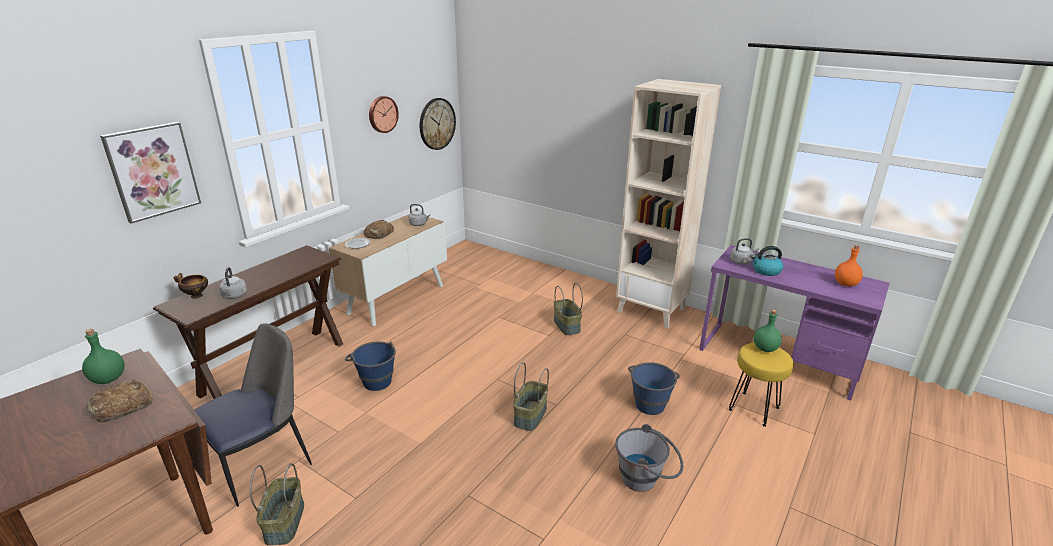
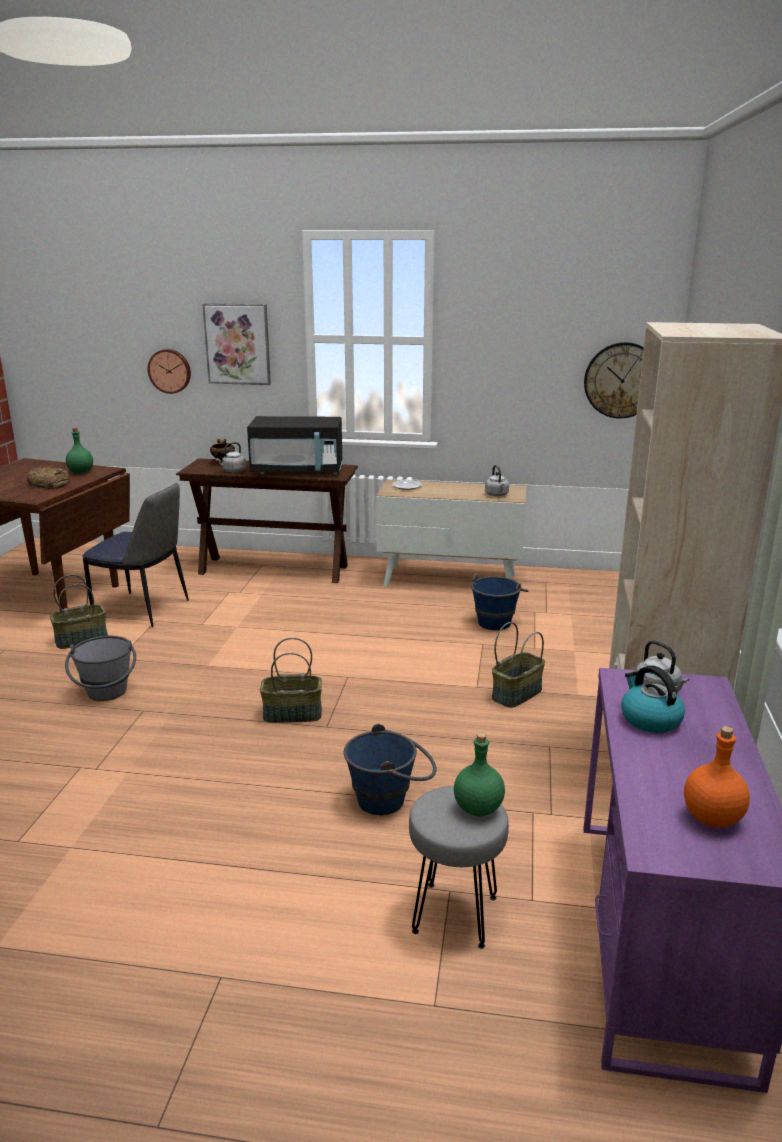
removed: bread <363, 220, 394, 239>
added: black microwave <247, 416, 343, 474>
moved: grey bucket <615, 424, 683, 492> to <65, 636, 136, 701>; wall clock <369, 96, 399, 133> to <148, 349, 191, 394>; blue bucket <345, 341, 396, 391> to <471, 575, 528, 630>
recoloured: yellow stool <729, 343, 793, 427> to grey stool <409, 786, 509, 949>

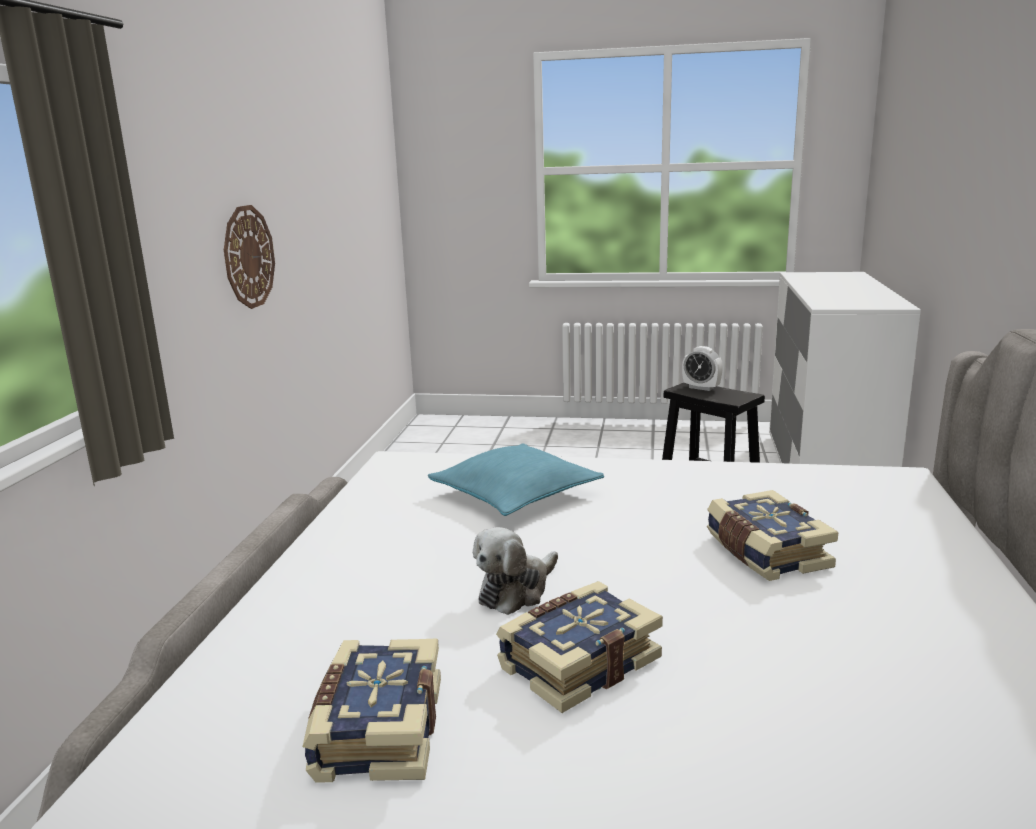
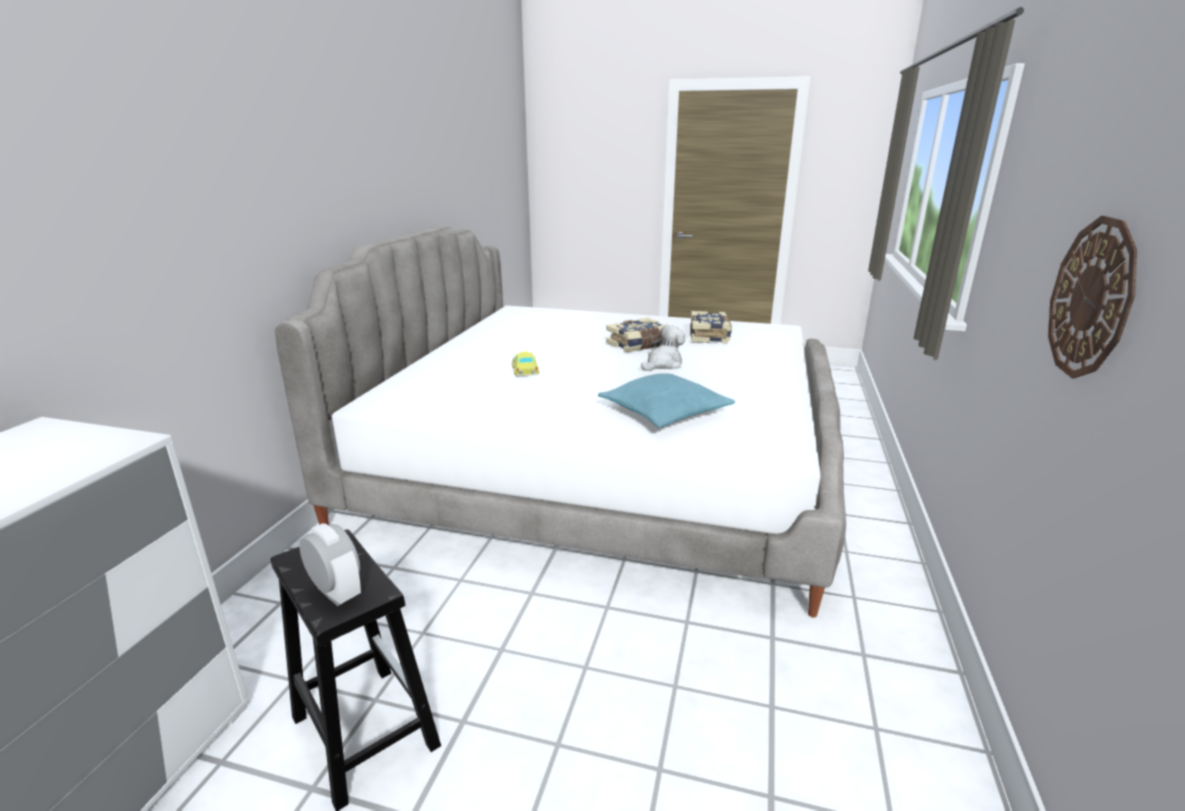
replaced: book <707, 490, 838, 581> to toy car <512, 352, 539, 376>

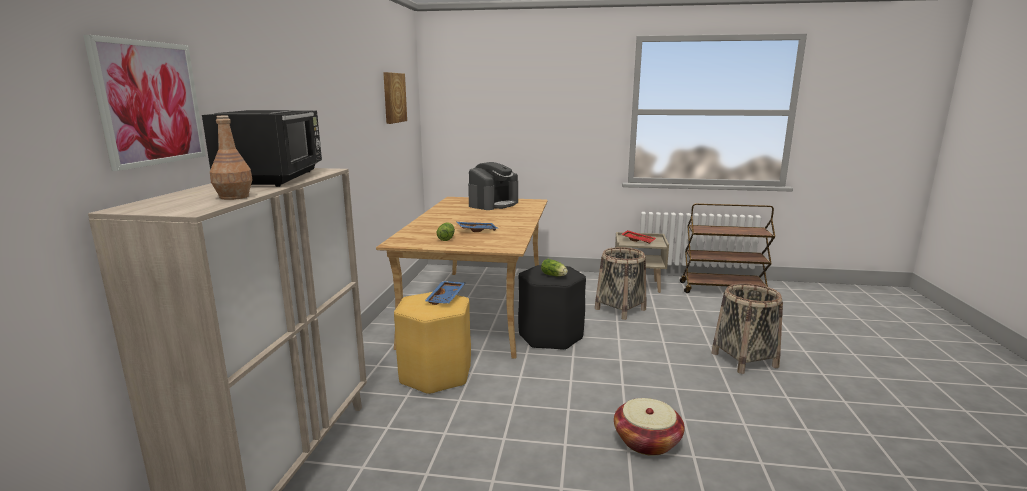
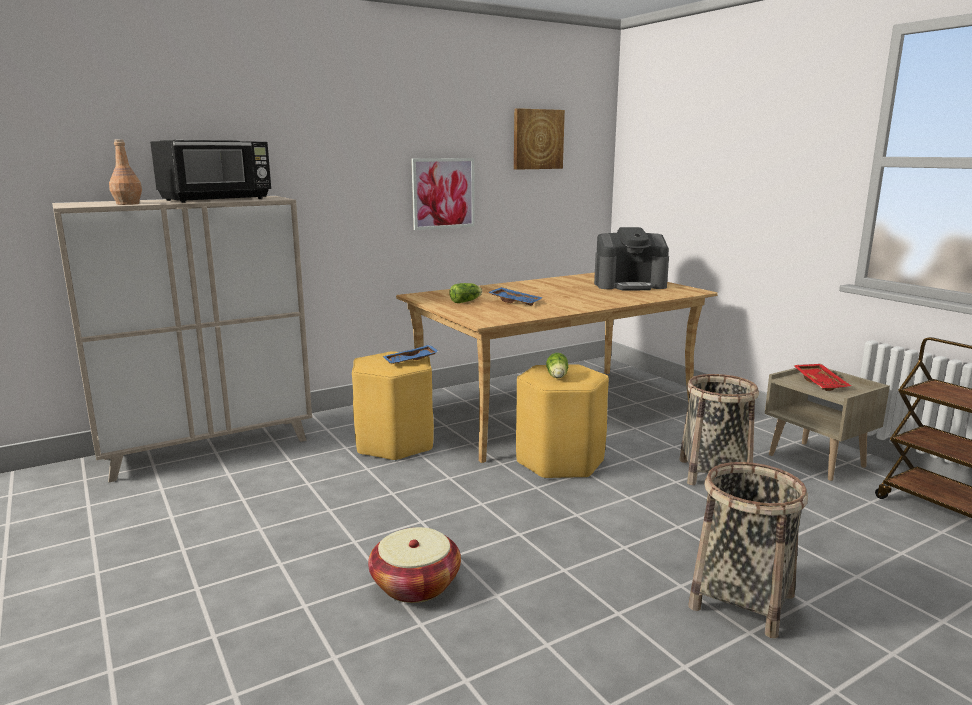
moved: picture <83, 35, 206, 171> to <411, 158, 475, 230>
recoloured: black stool <518, 265, 586, 350> to yellow stool <516, 364, 609, 479>

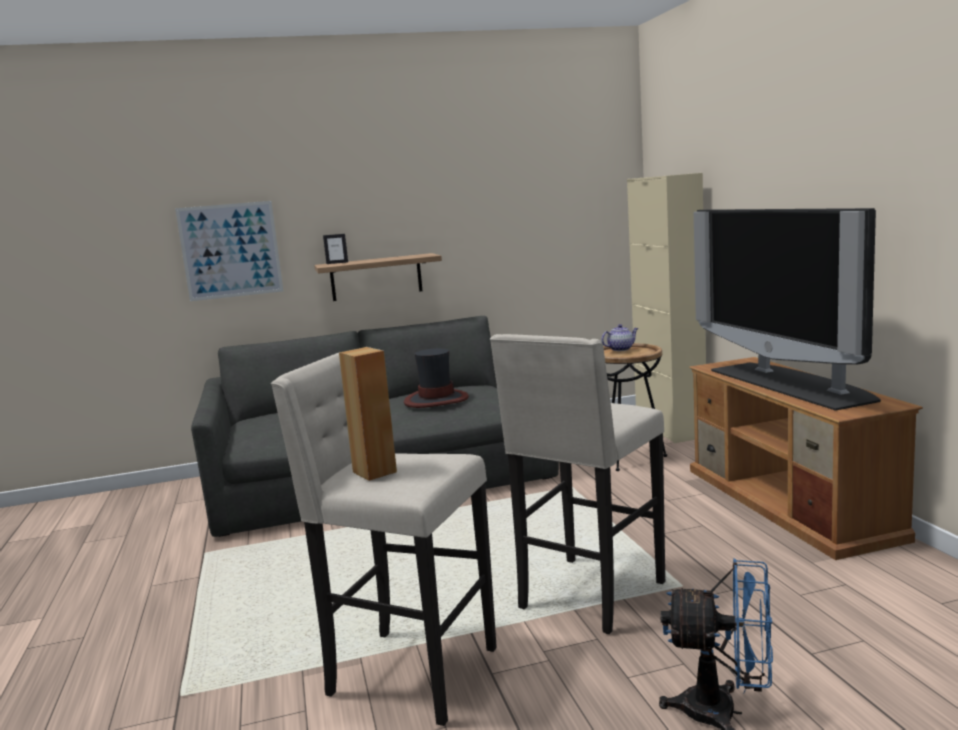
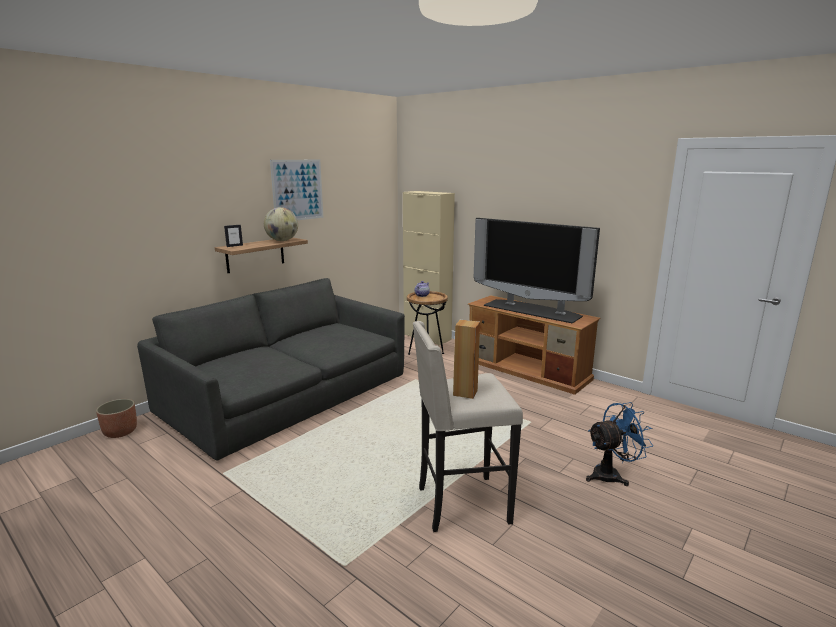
removed: hat <404, 348, 469, 408>; beige stool <490, 334, 665, 634>
added: planter <96, 399, 137, 438>; globe <264, 207, 298, 241>
moved: picture <175, 201, 283, 301> to <270, 160, 323, 220>

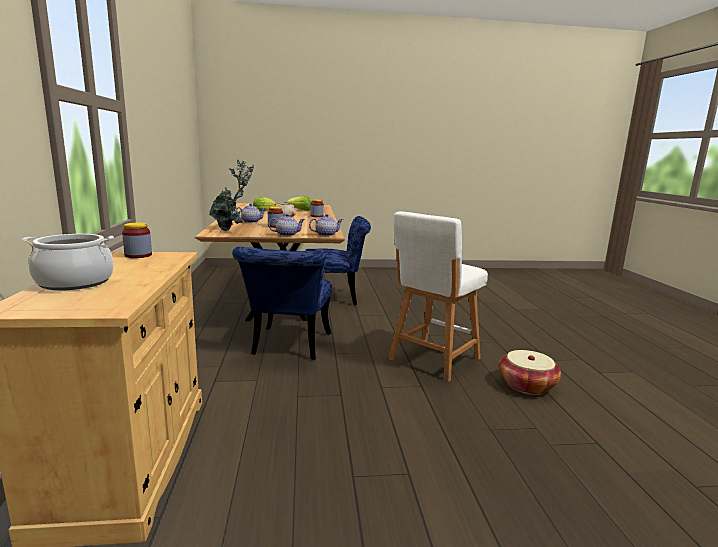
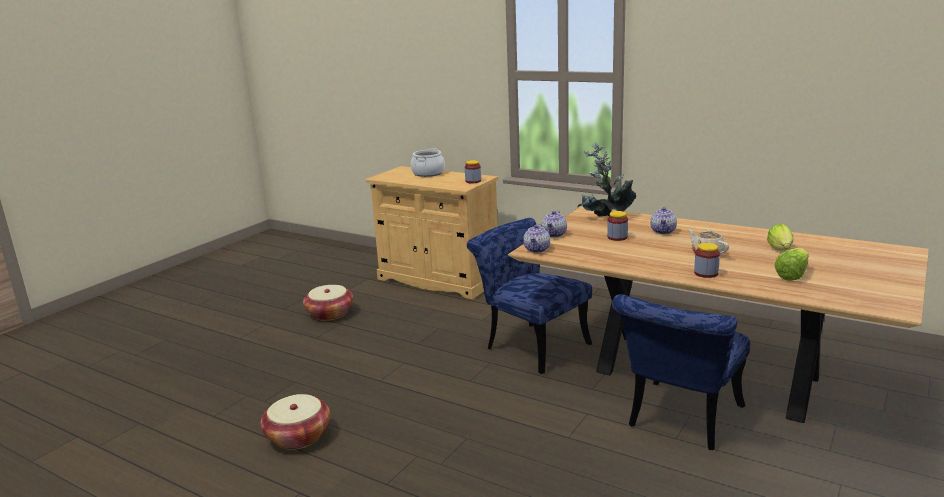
removed: white stool <389, 211, 488, 382>
added: basket <303, 285, 353, 321>

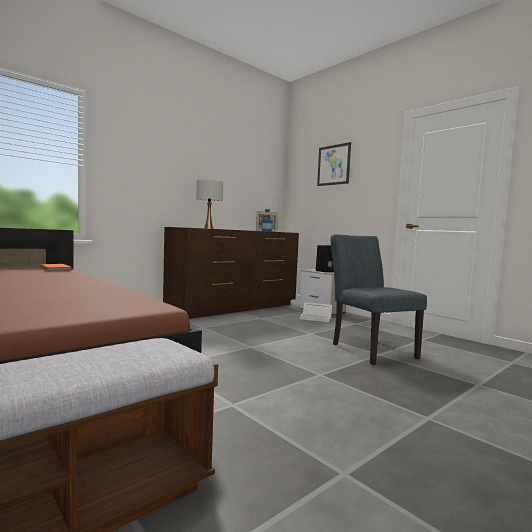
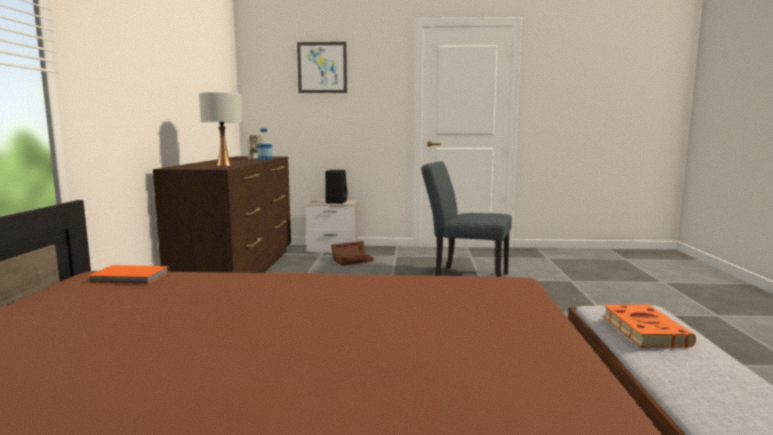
added: orange book <603, 304, 696, 348>
recoloured: white storage box <300, 302, 332, 322> to brown storage box <331, 241, 373, 266>

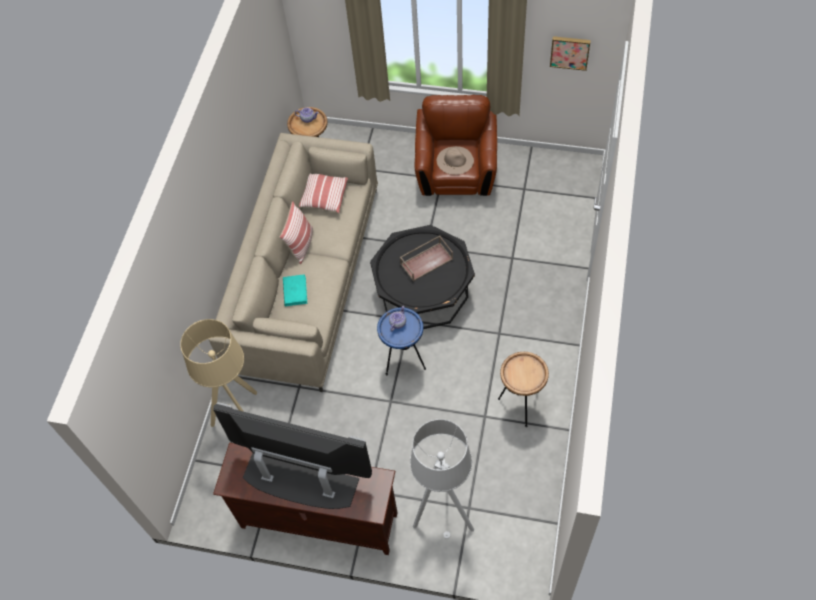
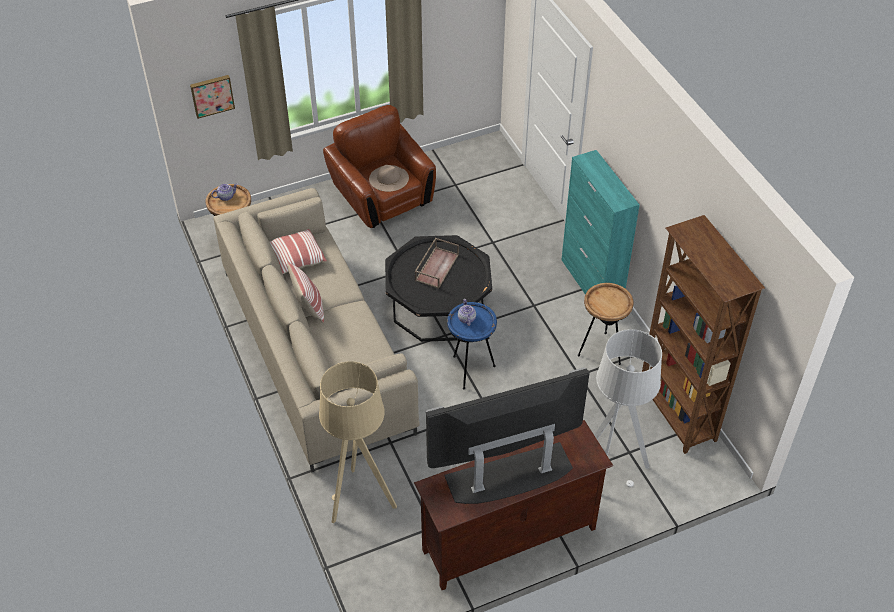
removed: turquoise book <283, 274, 307, 306>
added: turquoise cabinet <561, 150, 640, 294>; brown bookcase <642, 215, 765, 454>
moved: picture <550, 36, 591, 71> to <190, 75, 235, 119>

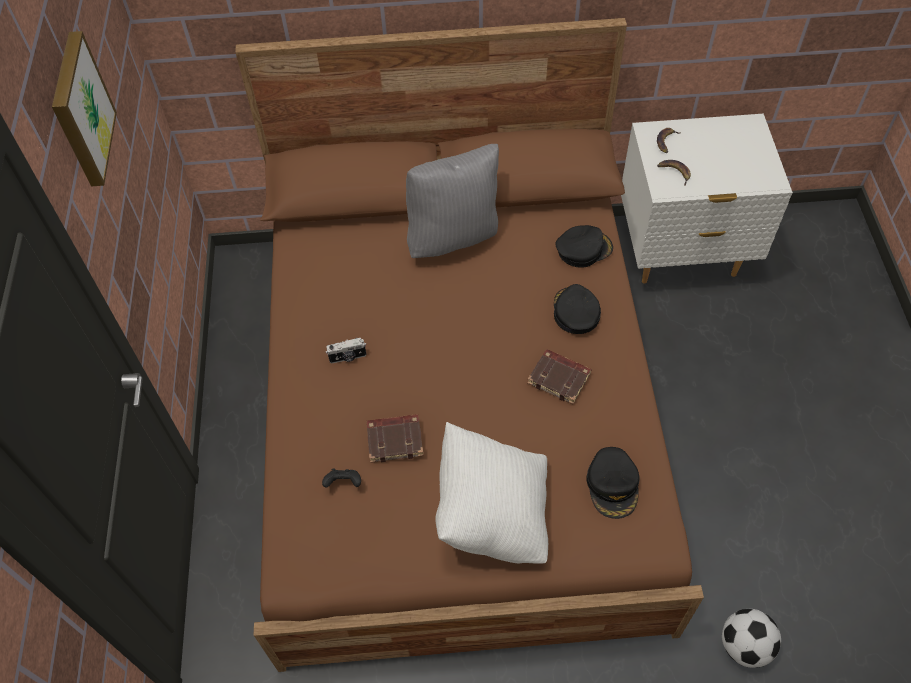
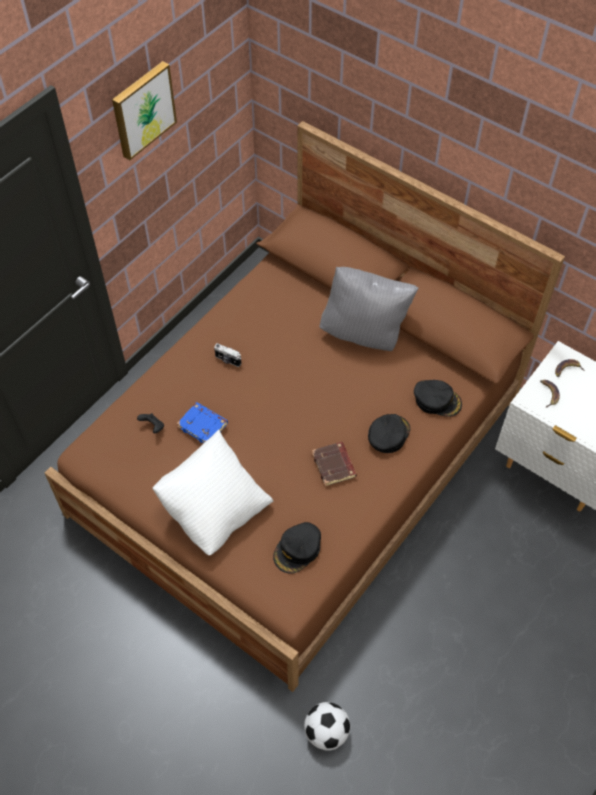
recoloured: brown book <367, 414, 424, 463> to blue book <177, 402, 228, 443>

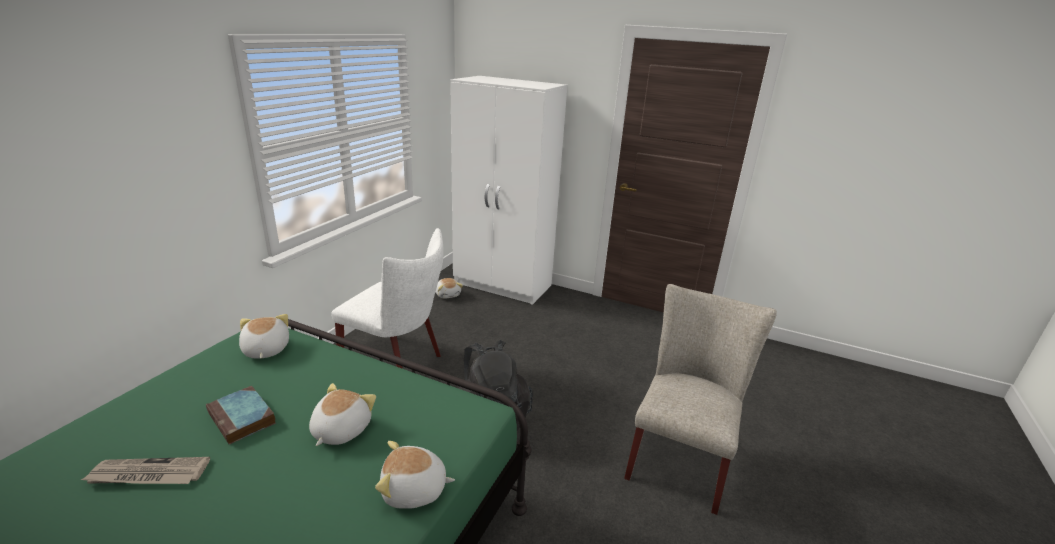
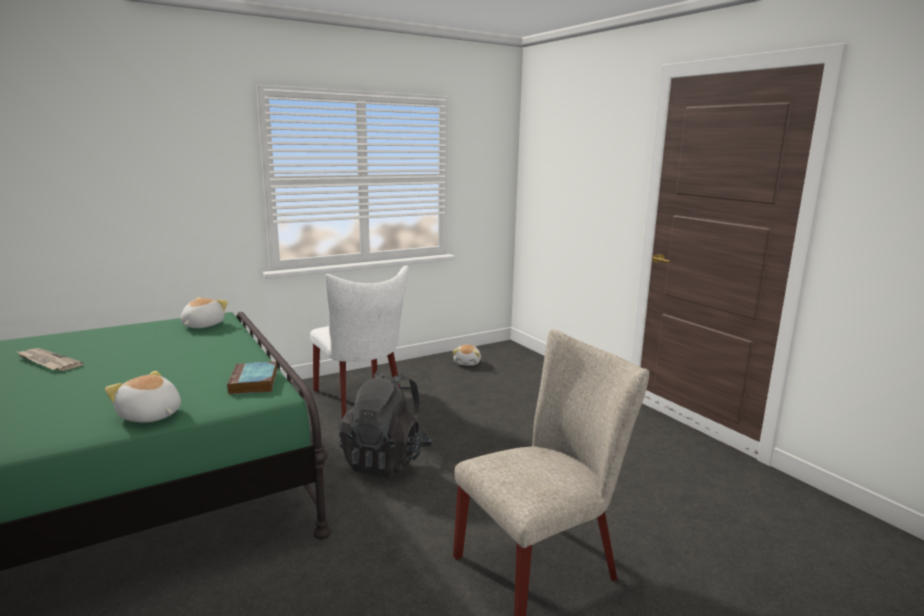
removed: plush toy <309, 383, 376, 446>; white wardrobe <450, 76, 567, 305>
moved: book <206, 386, 276, 445> to <227, 361, 277, 394>

